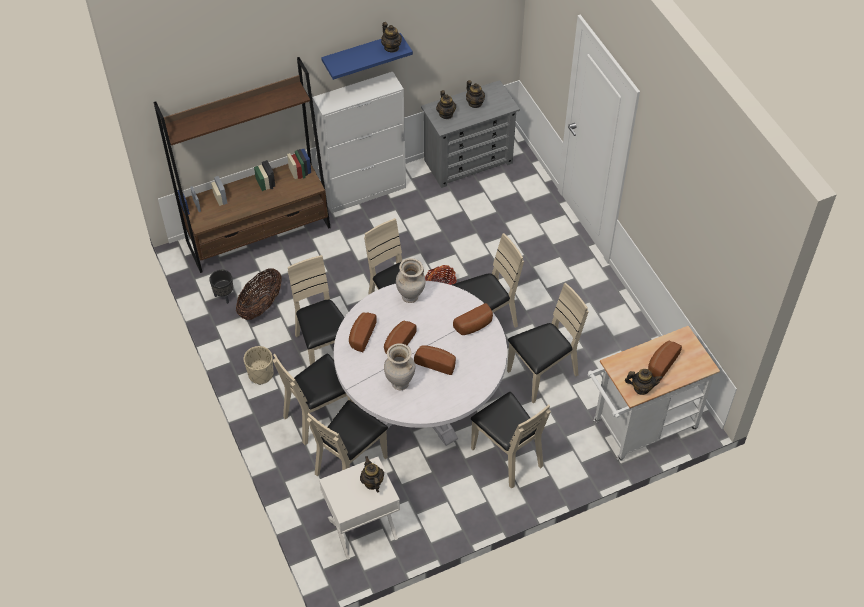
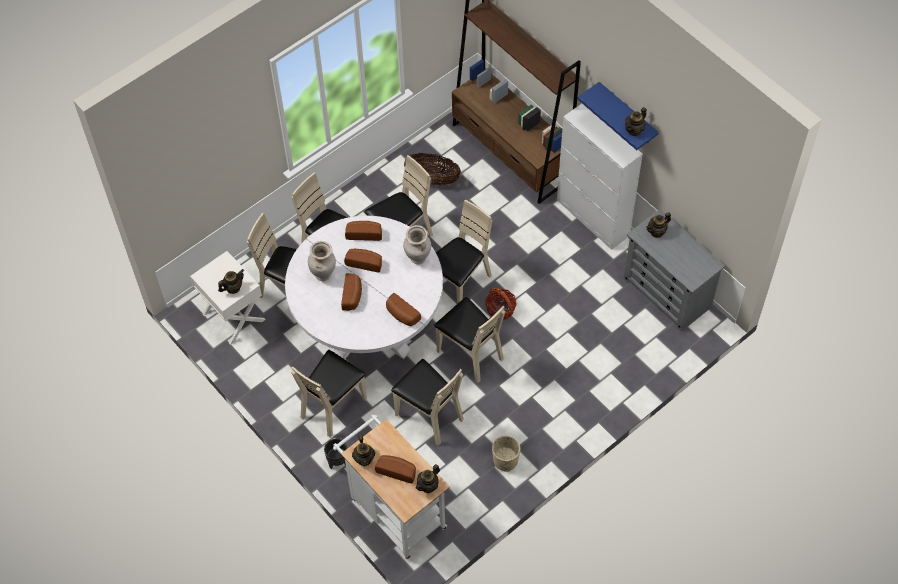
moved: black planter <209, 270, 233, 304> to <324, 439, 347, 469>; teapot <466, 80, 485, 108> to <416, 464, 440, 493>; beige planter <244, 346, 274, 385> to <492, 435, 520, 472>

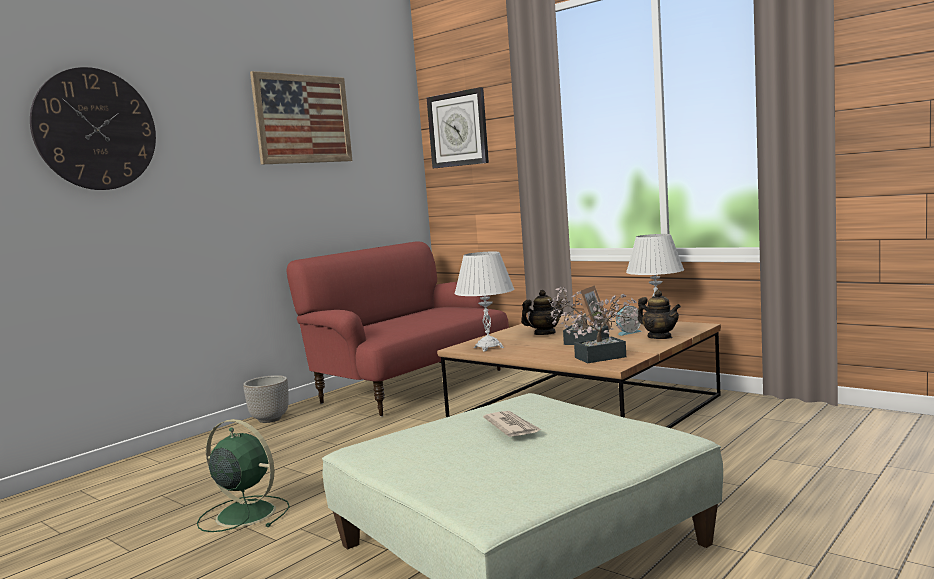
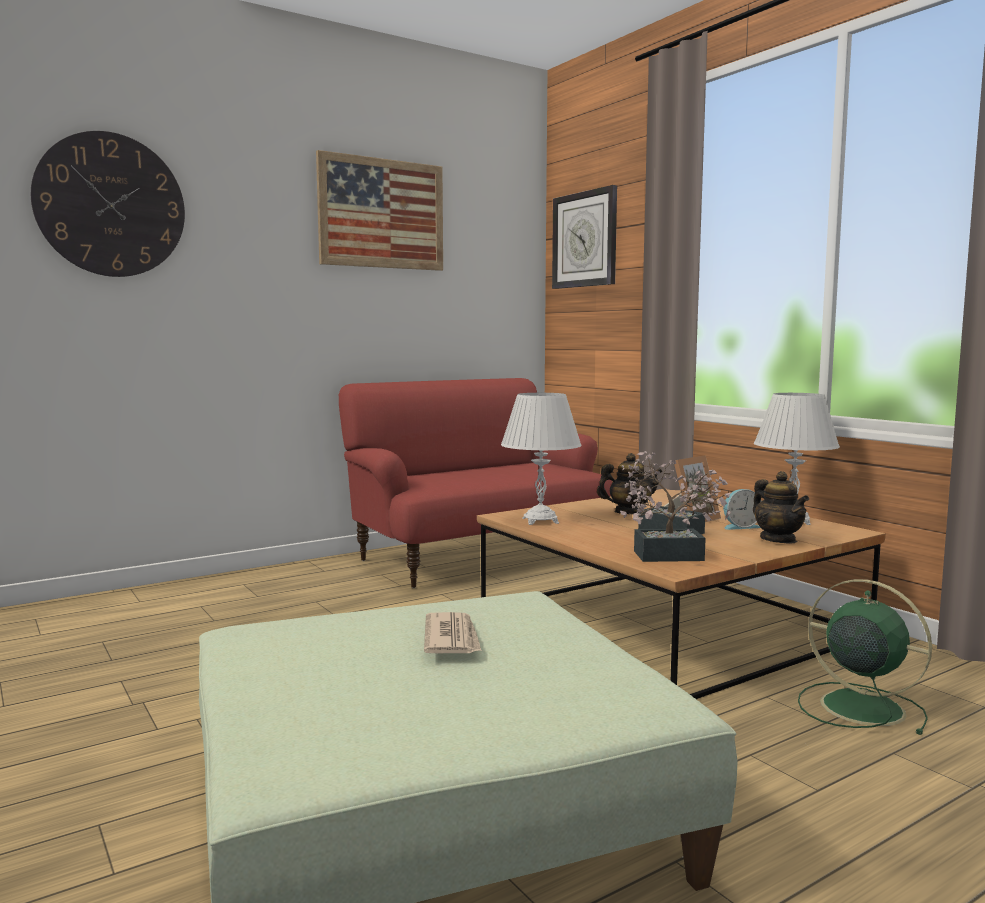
removed: planter <243, 375, 289, 423>
moved: green fan <197, 419, 290, 532> to <798, 579, 932, 735>

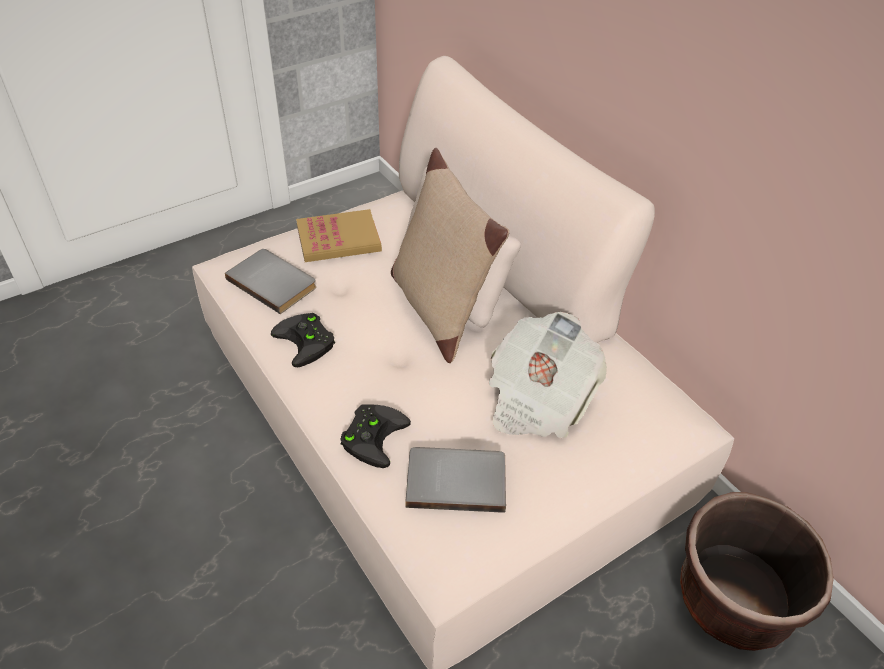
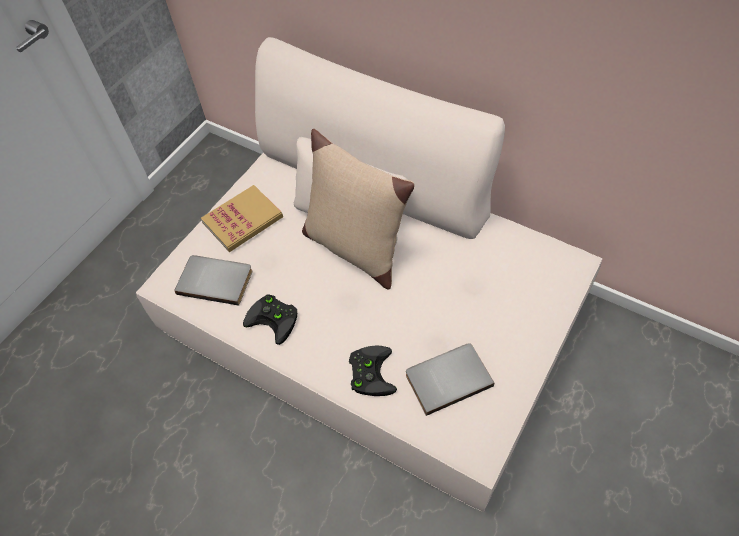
removed: newspaper <488, 312, 607, 438>; brown planter <680, 492, 834, 651>

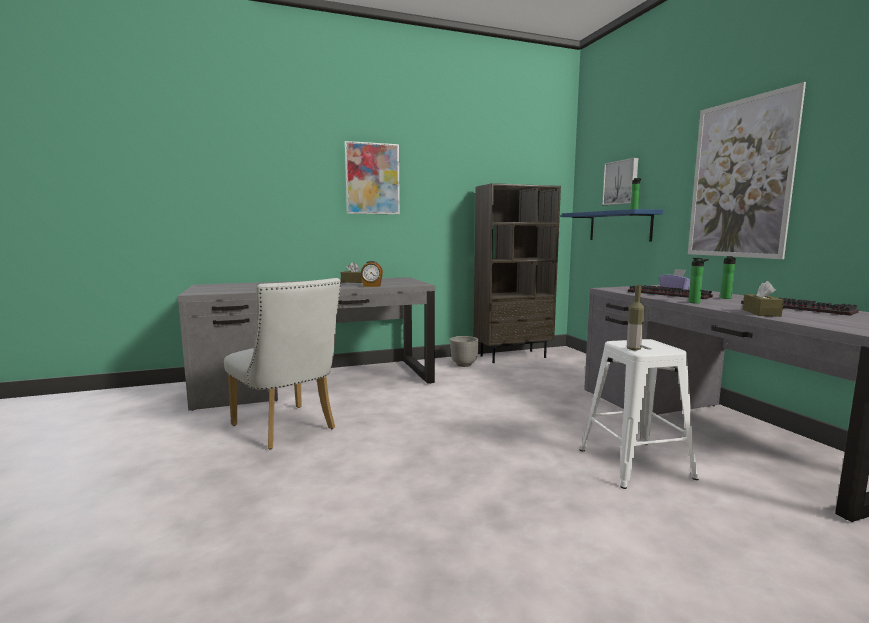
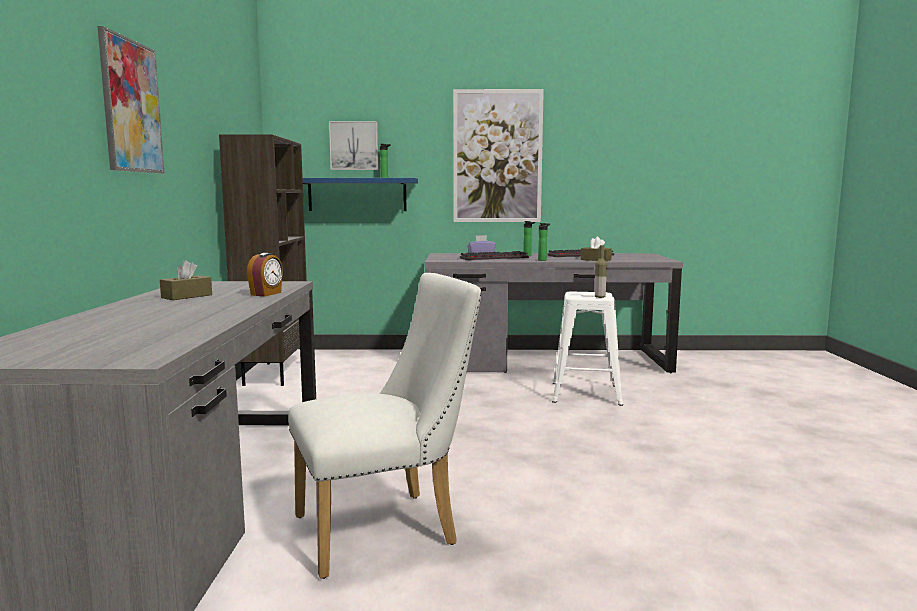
removed: planter <450, 336, 479, 367>

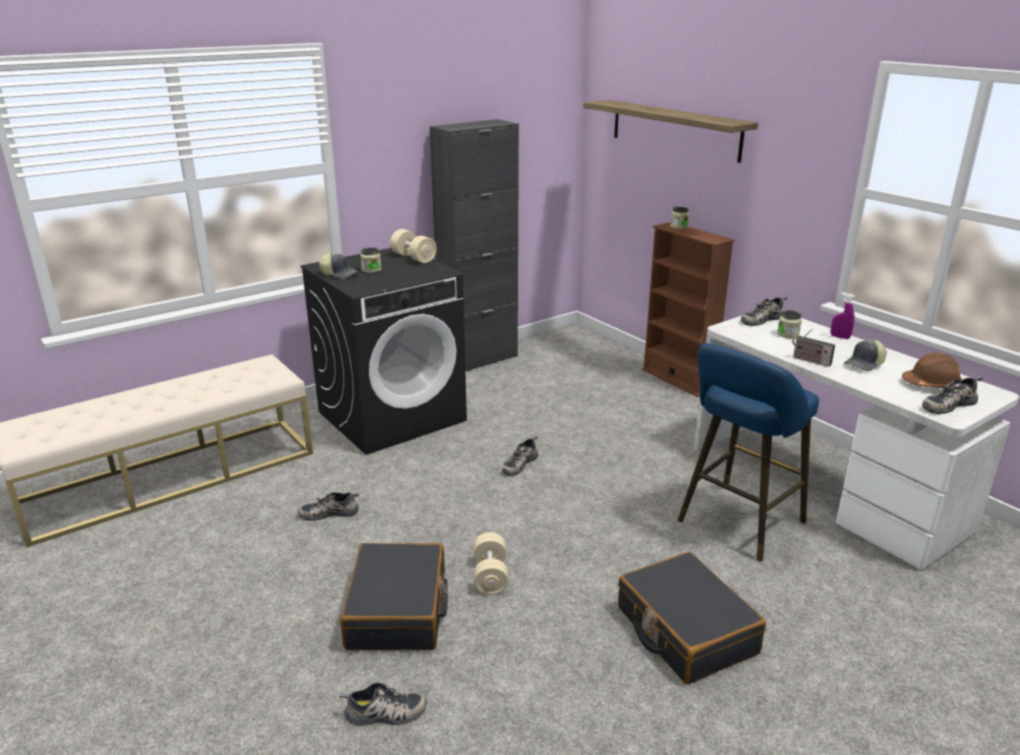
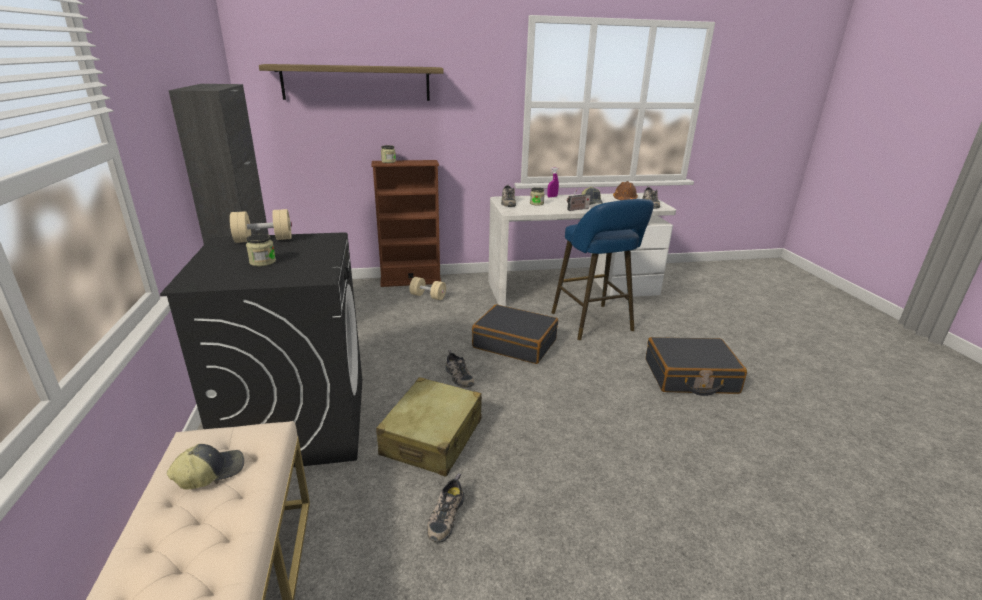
removed: shoe <339, 682, 427, 726>
added: beige suitcase <376, 377, 482, 477>
moved: cap <319, 253, 358, 279> to <167, 444, 244, 489>; beige dumbbell <473, 532, 508, 595> to <409, 277, 446, 300>; black suitcase <340, 543, 448, 650> to <472, 304, 558, 364>

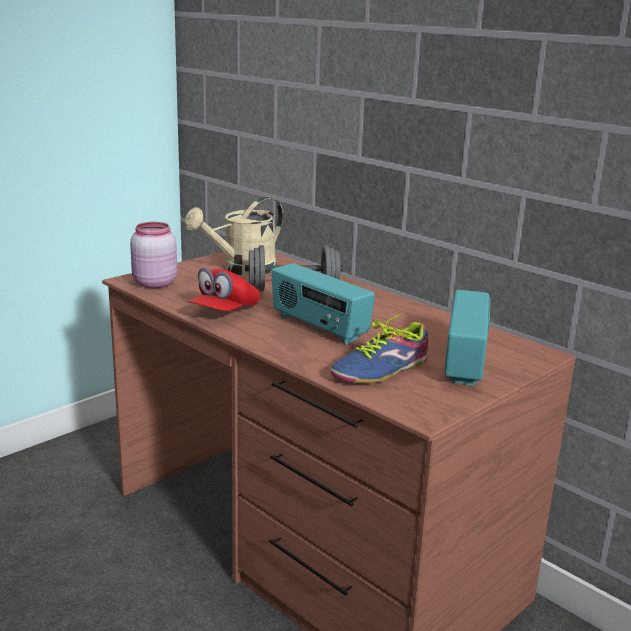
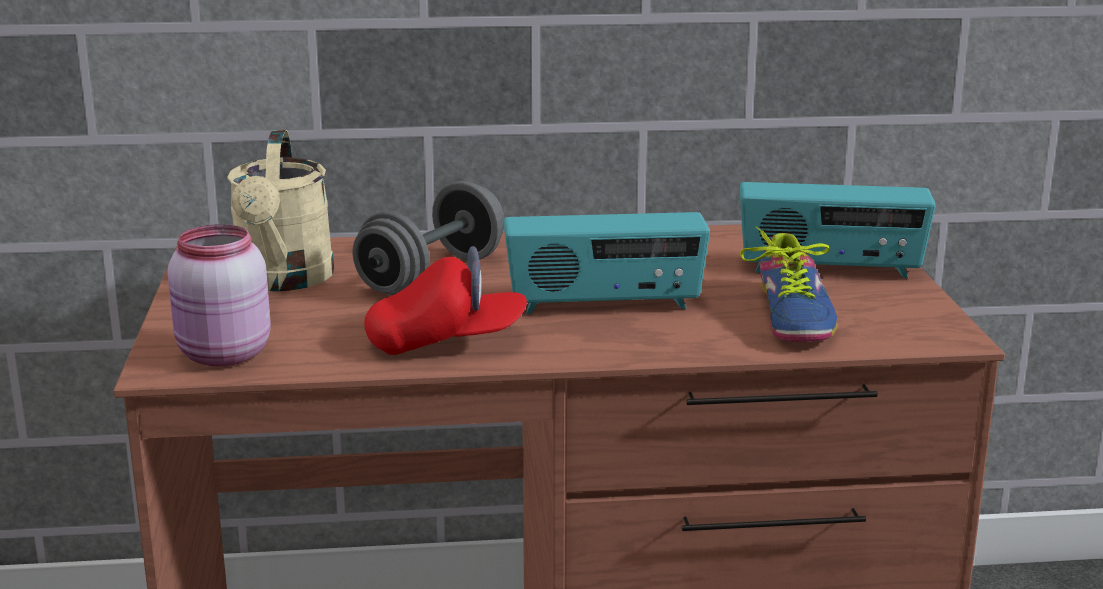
turned: red cap <188, 268, 260, 311> = <364, 246, 527, 355> 75 degrees counterclockwise; radio <444, 290, 491, 386> = <740, 182, 936, 278> 135 degrees clockwise

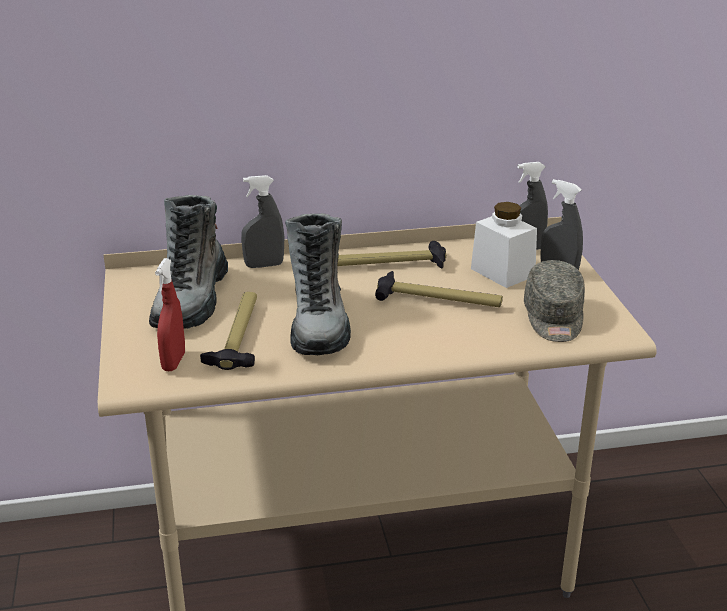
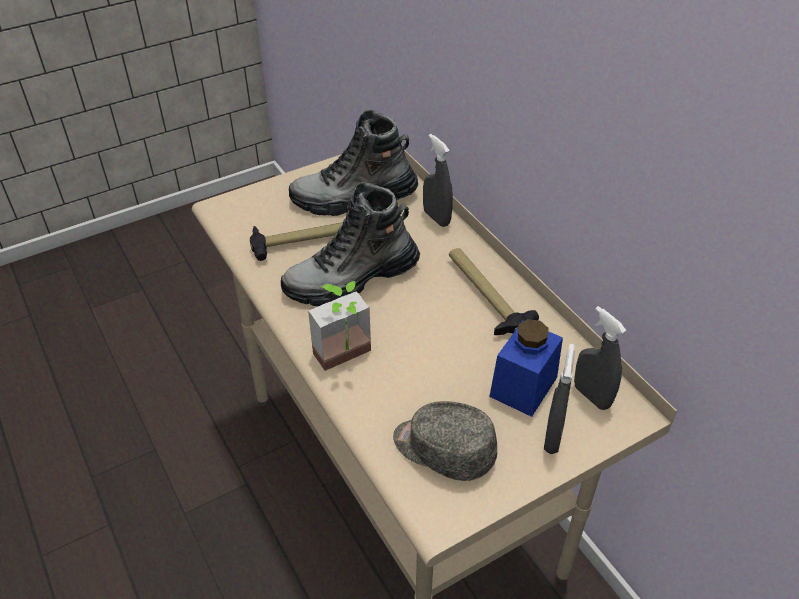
removed: red spray bottle <155, 258, 185, 371>; hammer <375, 271, 503, 307>
added: potted plant <308, 281, 371, 371>
recoloured: white jar <471, 202, 537, 288> to blue jar <489, 319, 563, 417>
turned: grey cap <524, 260, 585, 342> = <393, 401, 497, 481> 45 degrees clockwise

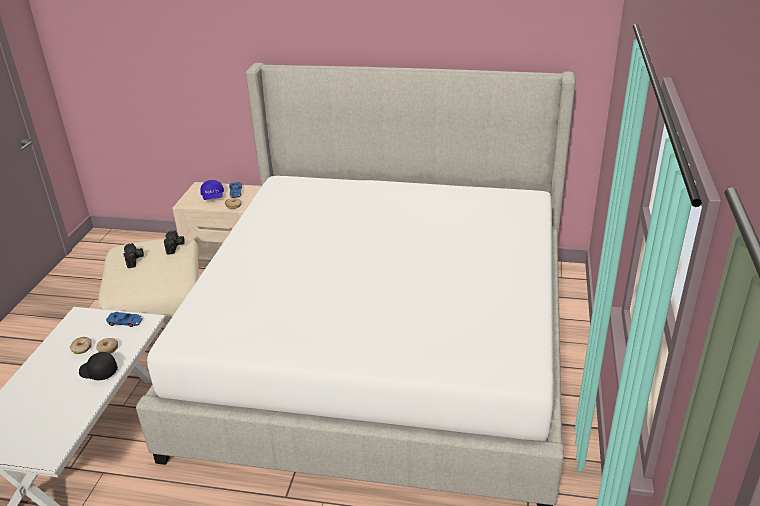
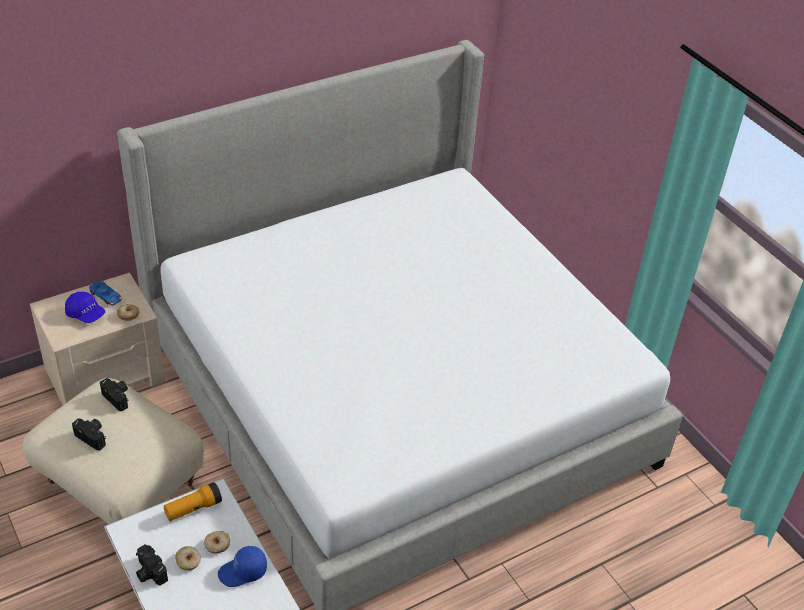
added: photo camera <136, 544, 168, 586>
replaced: blue toy car <106, 312, 143, 327> to flashlight <164, 482, 222, 521>
recoloured: black cap <79, 352, 118, 380> to blue cap <218, 546, 267, 587>

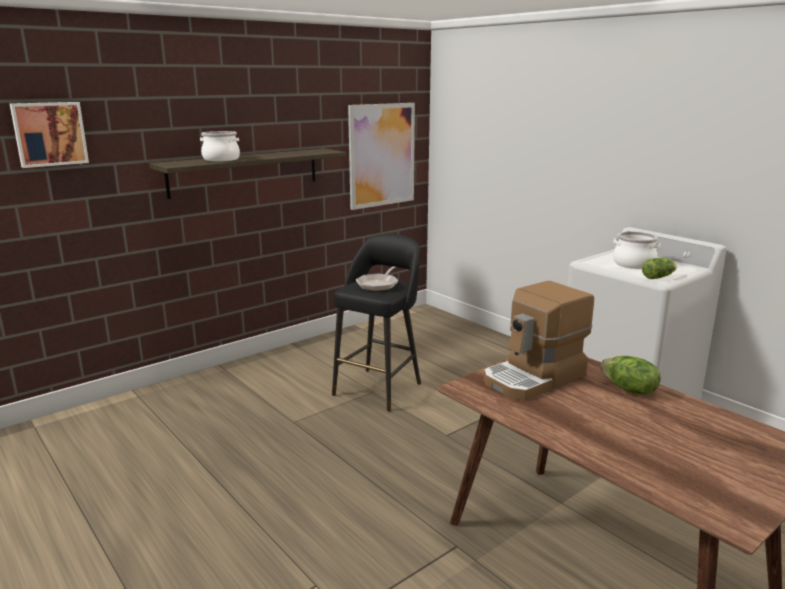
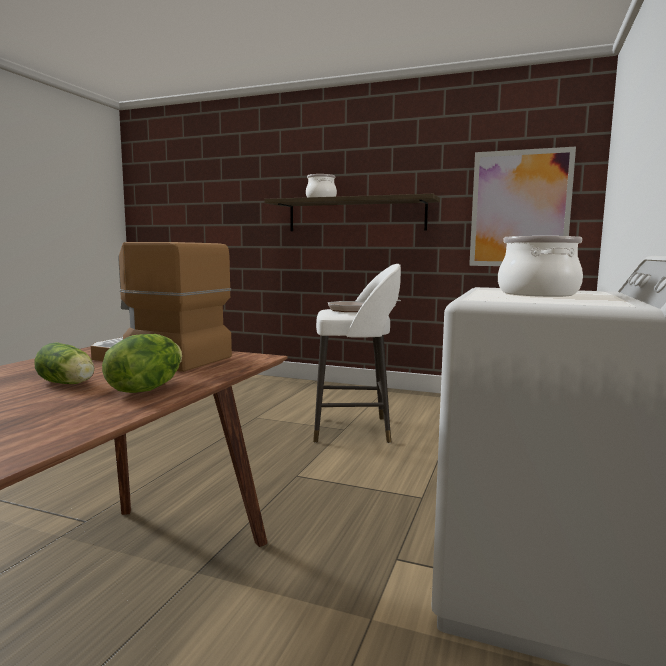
removed: picture <10, 102, 89, 168>
moved: lettuce <642, 258, 677, 279> to <34, 342, 94, 384>
recoloured: black stool <332, 234, 421, 412> to white stool <313, 264, 401, 443>

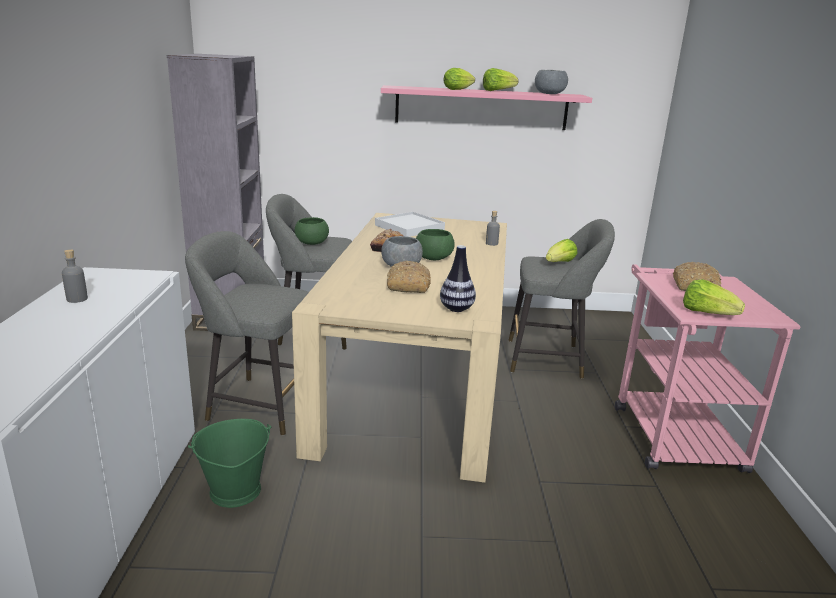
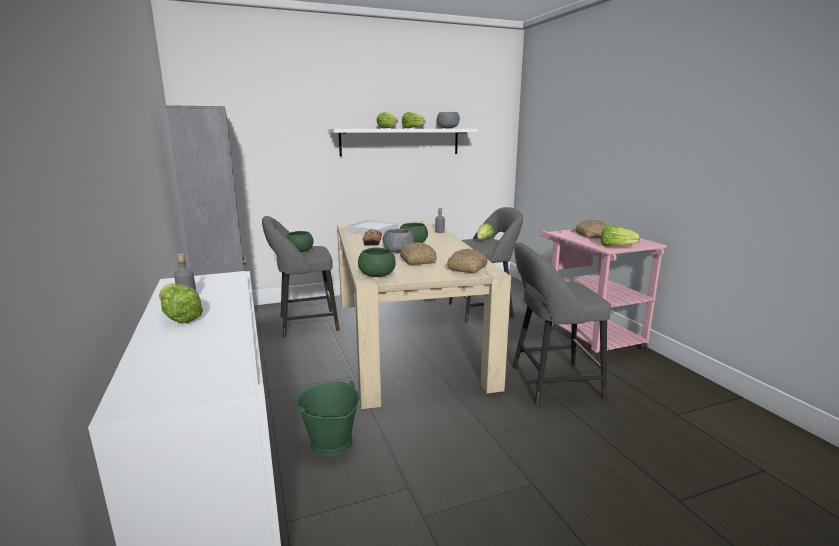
added: lettuce <159, 283, 203, 323>; green bowl <358, 248, 396, 277>
moved: grey stool <185, 231, 309, 436> to <512, 242, 611, 405>
replaced: vase <440, 245, 476, 312> to bread <447, 249, 487, 273>
recoloured: pink shelf <381, 85, 592, 130> to white shelf <328, 129, 478, 156>

